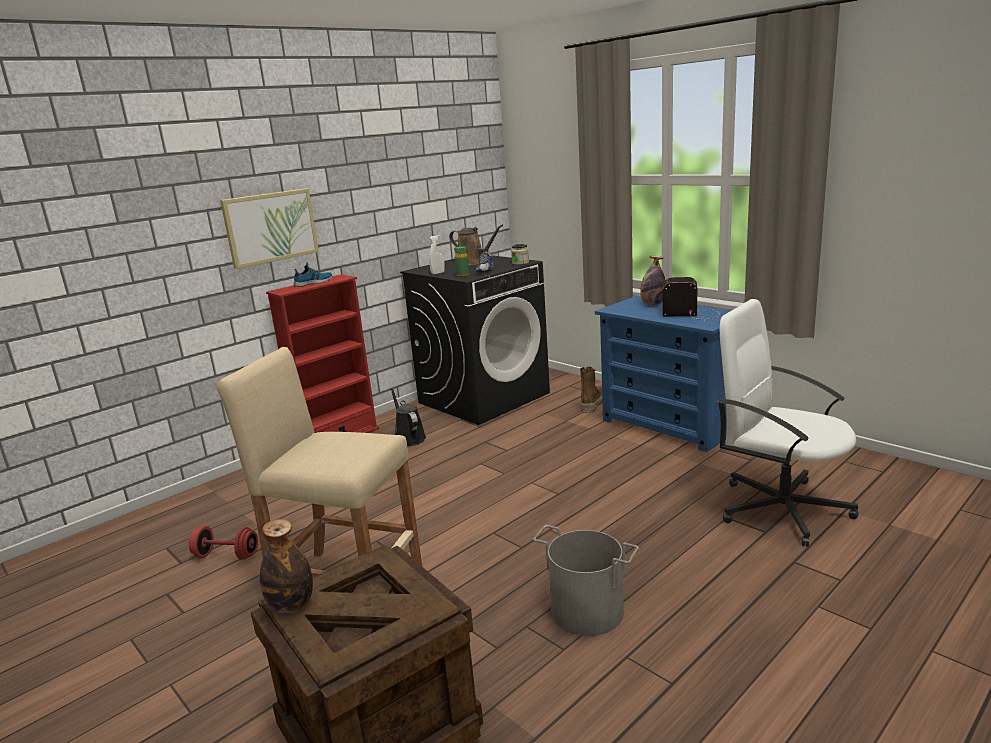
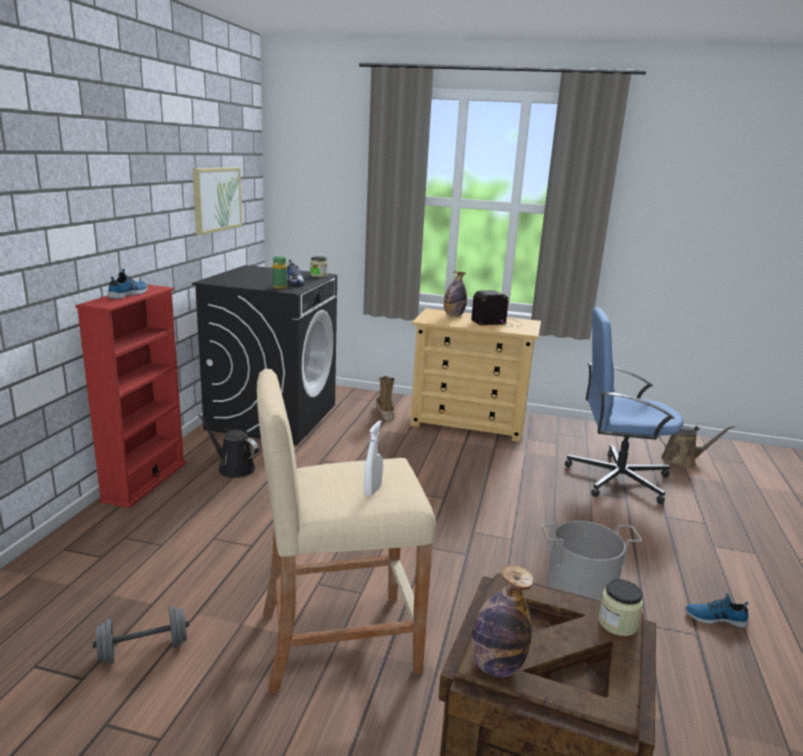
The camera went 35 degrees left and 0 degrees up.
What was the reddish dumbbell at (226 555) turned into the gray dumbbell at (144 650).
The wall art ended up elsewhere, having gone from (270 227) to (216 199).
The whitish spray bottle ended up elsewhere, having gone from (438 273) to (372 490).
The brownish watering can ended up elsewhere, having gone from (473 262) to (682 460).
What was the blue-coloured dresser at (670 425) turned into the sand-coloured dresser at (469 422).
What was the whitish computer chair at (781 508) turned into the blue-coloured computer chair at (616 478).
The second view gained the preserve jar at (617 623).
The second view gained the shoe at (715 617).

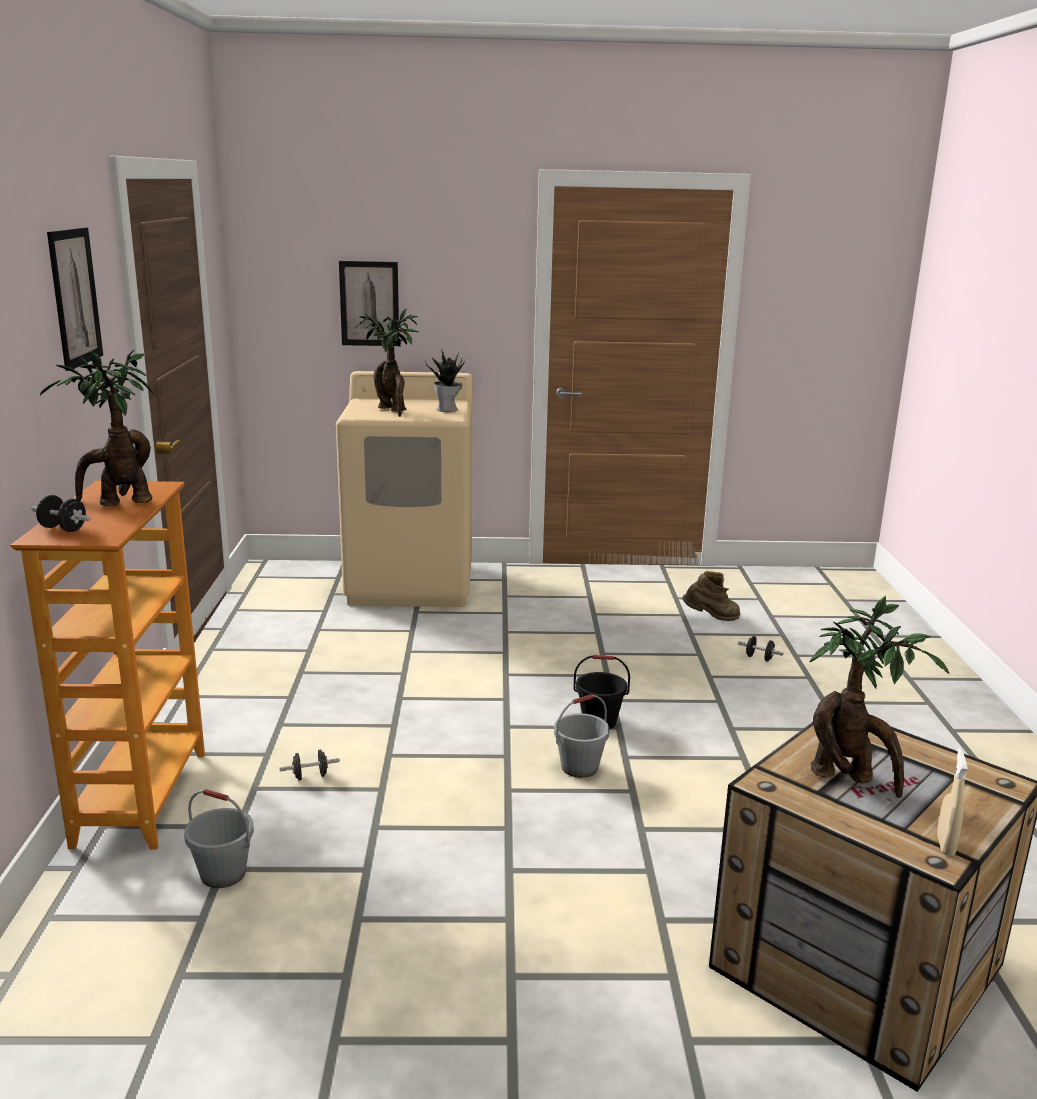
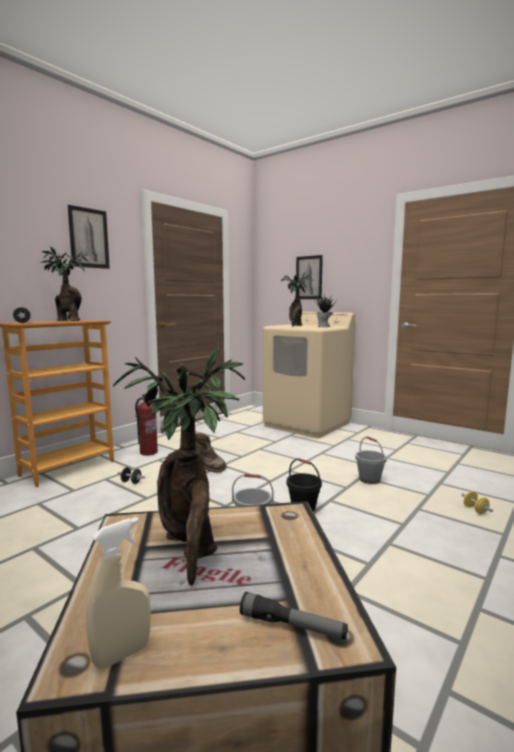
The camera went 40 degrees right and 10 degrees down.
The gray bucket ended up elsewhere, having gone from (223 873) to (370 479).
The brownish tall boot ended up elsewhere, having gone from (711 619) to (206 468).
What was the blackish dumbbell at (759 658) turned into the yellowish dumbbell at (475 510).
The second view gained the fire-fighting cylinder at (148 452).
The second view gained the flashlight at (292 626).

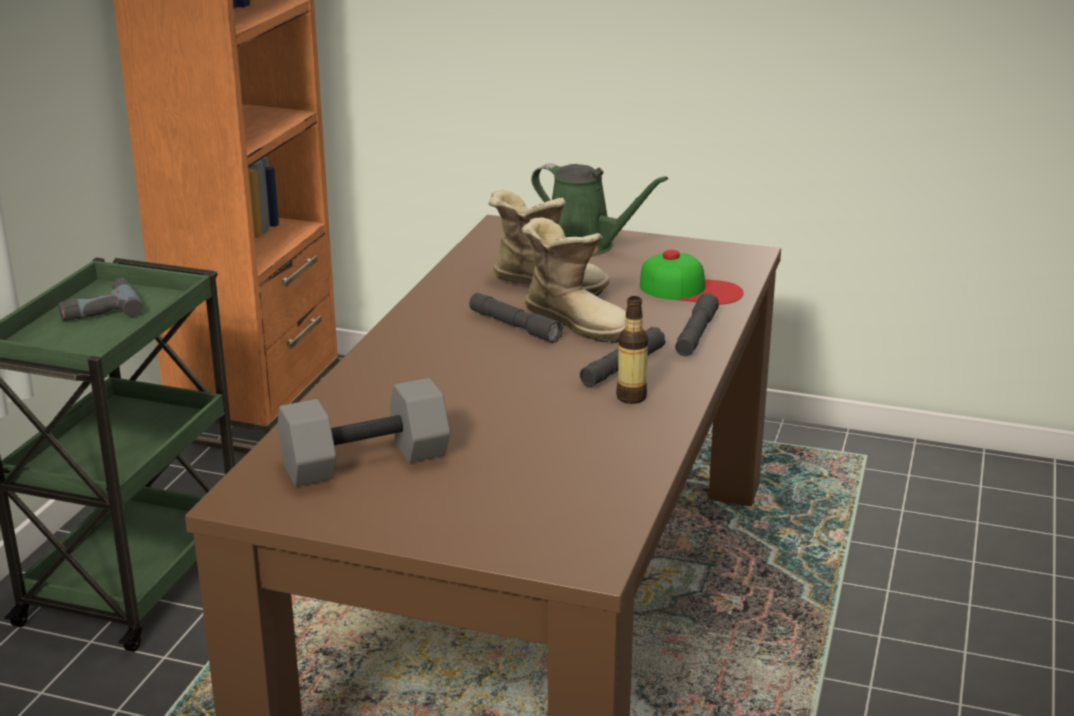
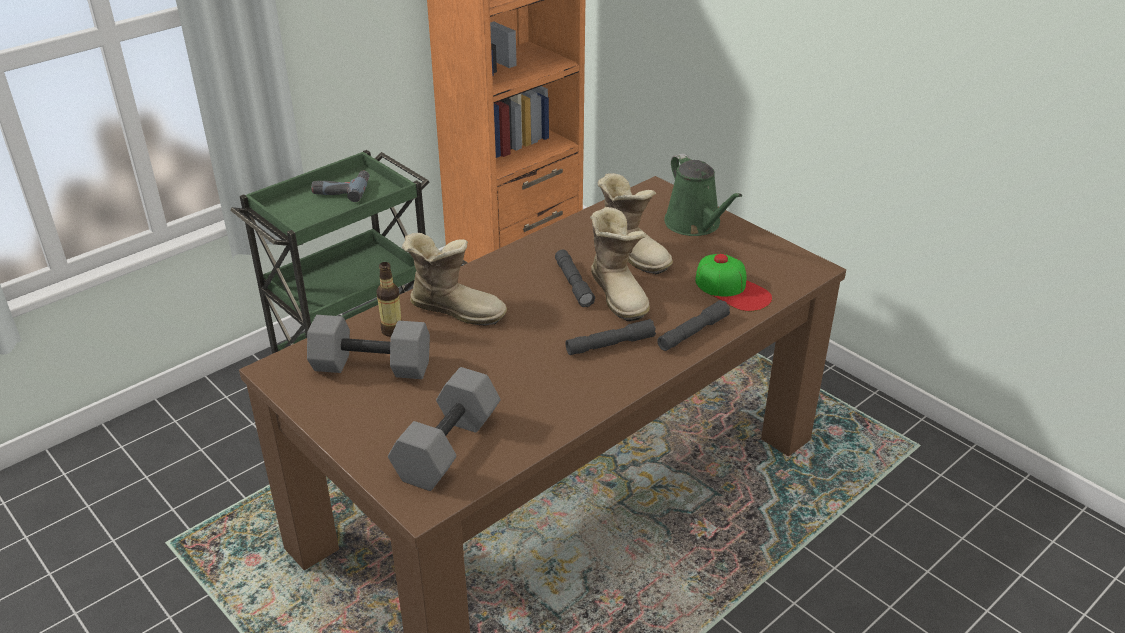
The camera went 30 degrees right and 10 degrees up.
The beverage bottle ended up elsewhere, having gone from (631 397) to (392 330).
The second view gained the gray dumbbell at (448 448).
The second view gained the tall boot at (456 308).

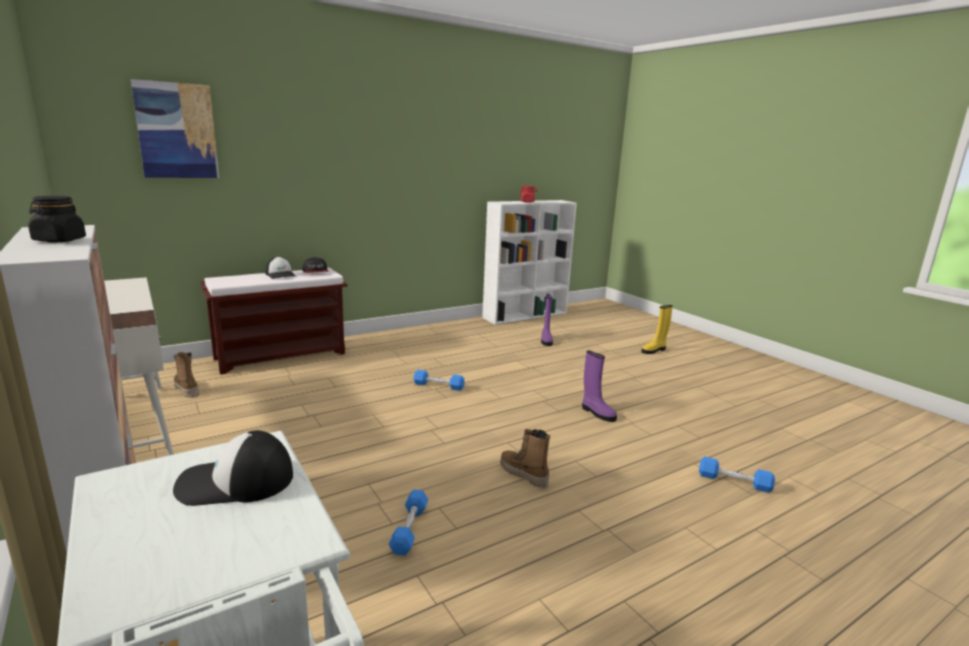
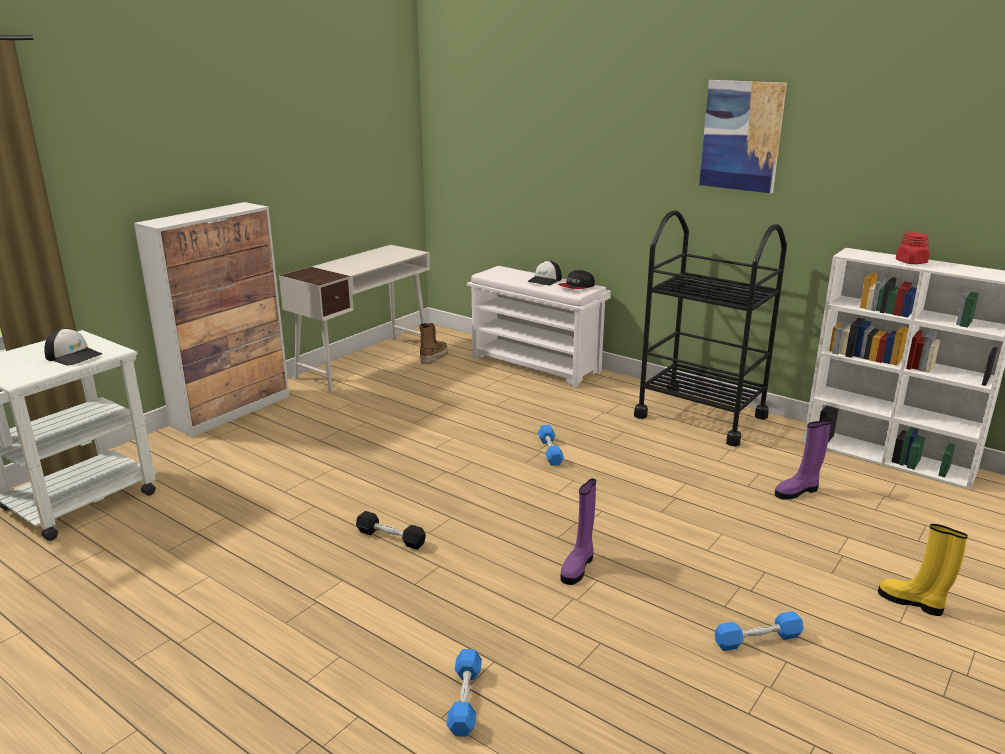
The camera went 70 degrees right and 5 degrees up.
The second view lost the blackish preserve jar at (59 240).
The wall art ended up elsewhere, having gone from (177 131) to (741 136).
The peaked cap at (235 482) ended up facing another way, 150 degrees clockwise from before.
What was the brownish indoor bench at (282 356) turned into the whitish indoor bench at (536 364).
The blue-coloured dumbbell ended up elsewhere, having gone from (409 529) to (757 640).
Where the tall boot stood at (523 474), the blackish dumbbell came to stand at (391 538).
The second view gained the blackish wheeled cart at (700 416).

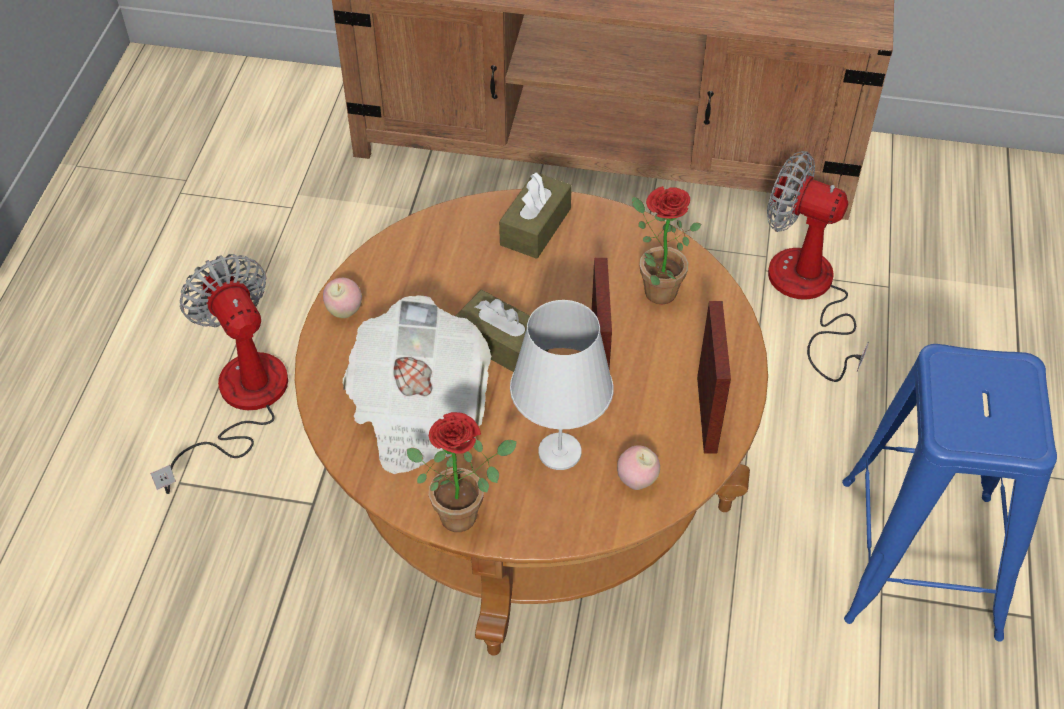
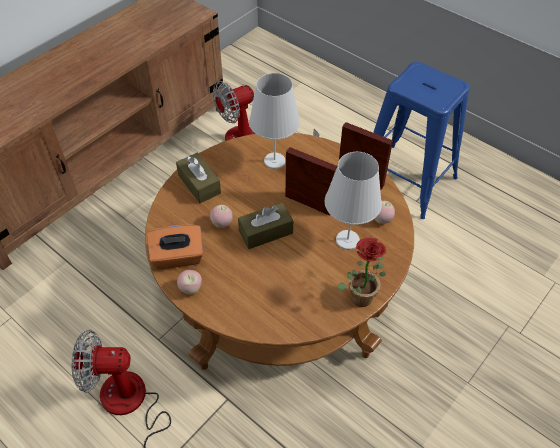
The camera went 60 degrees left and 0 degrees up.
The second view lost the newspaper at (419 411).
Where the houseplant stood at (654 289), the whitish lamp for a table came to stand at (274 161).
The second view gained the orange-coloured box of tissues at (178 257).
The second view gained the apple fruit at (222 224).

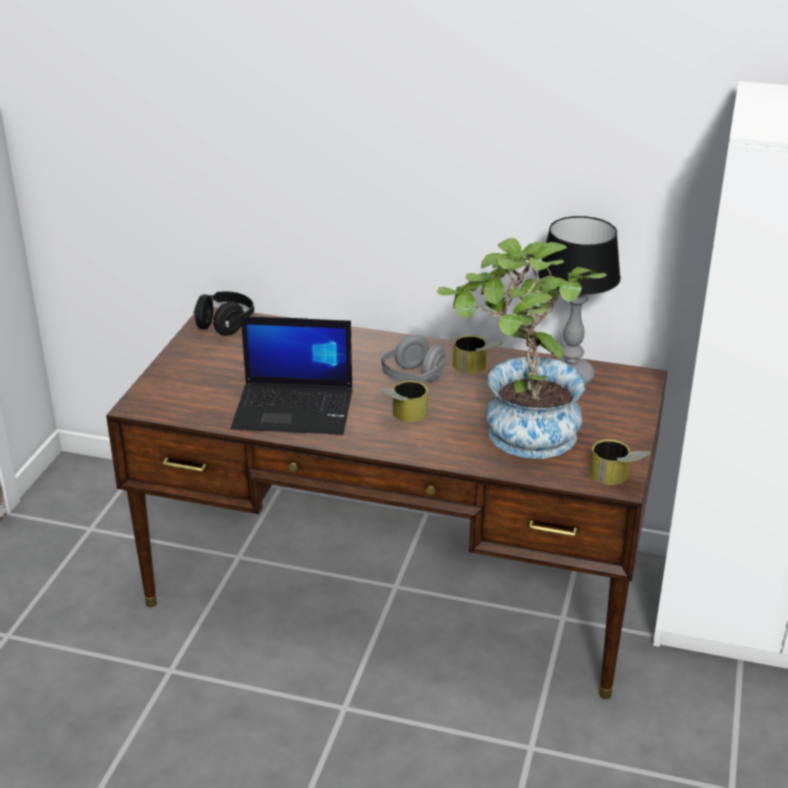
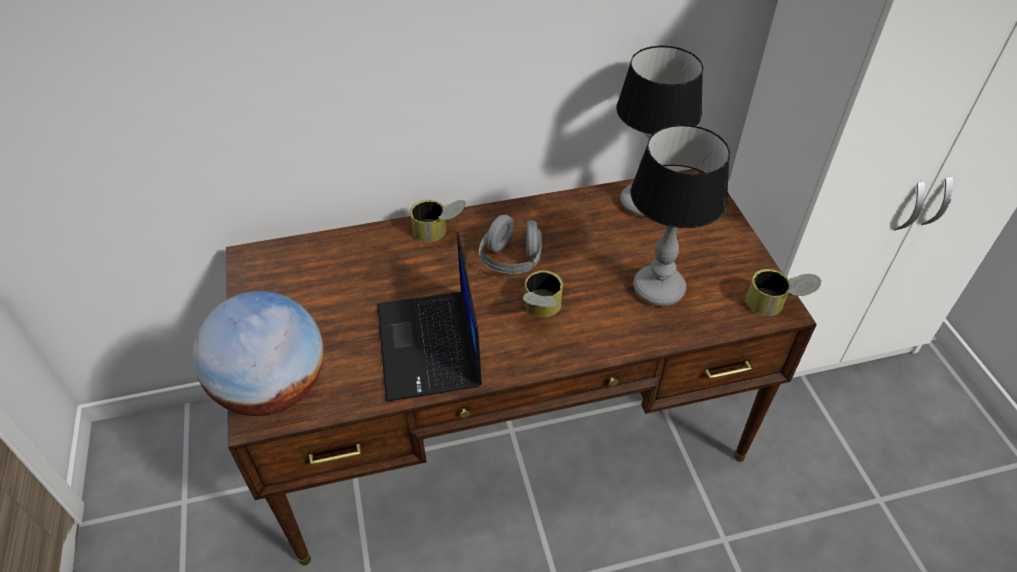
The camera went 30 degrees left and 15 degrees up.
The second view lost the blackish pair of headphones at (225 325).
The portable computer at (295 409) ended up facing another way, 105 degrees clockwise from before.
Where the houseplant stood at (518 435), the lamp for a table came to stand at (657 289).
The can ended up elsewhere, having gone from (477 369) to (439 232).
The second view gained the desk globe at (273 389).

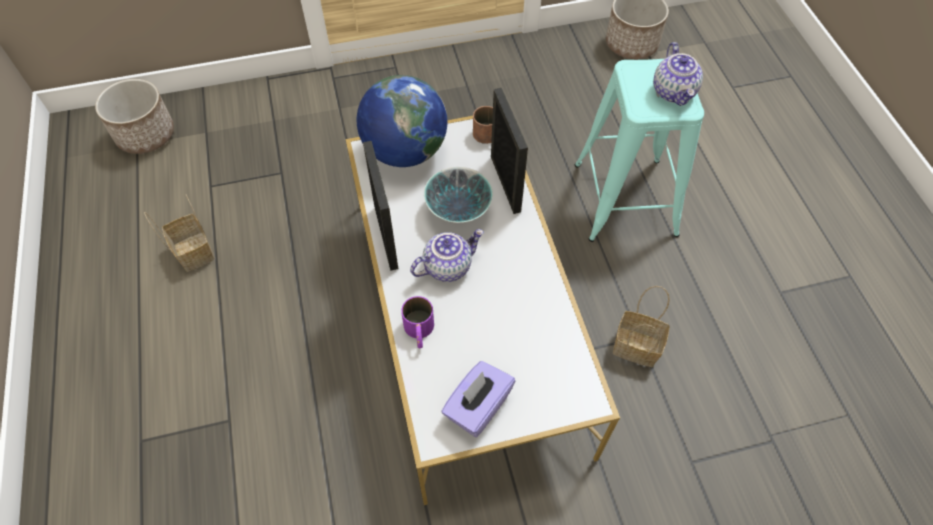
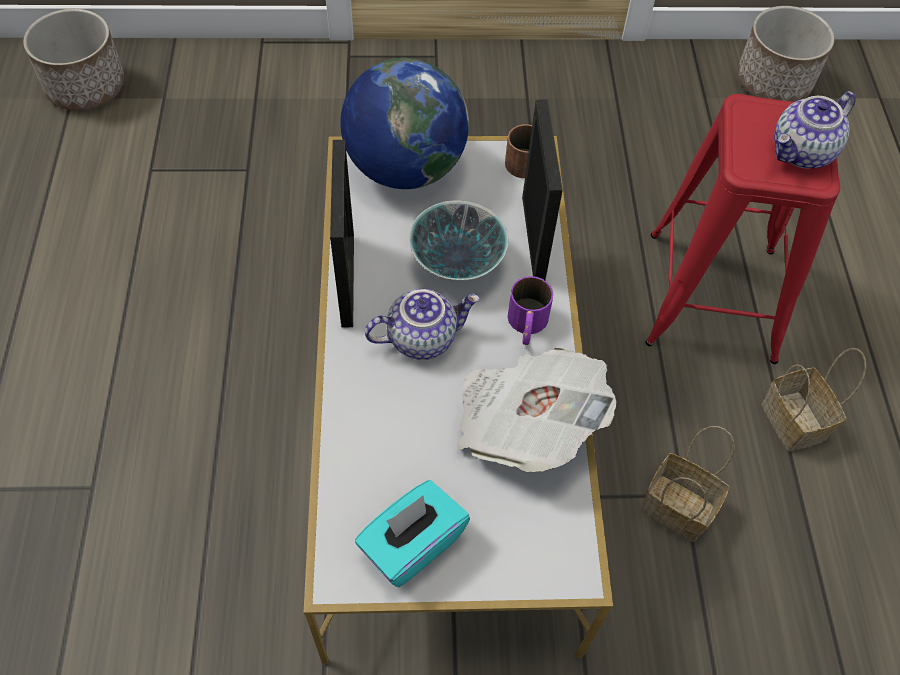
The camera went 10 degrees right and 0 degrees up.
The household basket ended up elsewhere, having gone from (193 251) to (791 419).
The purplish mug ended up elsewhere, having gone from (419 331) to (527 325).
What was the purplish box of tissues at (477 407) turned into the turquoise box of tissues at (412 544).
What was the turquoise sitting stool at (625 199) turned into the reddish sitting stool at (711 295).
The tea pot at (674 92) ended up facing another way, 45 degrees clockwise from before.
The second view gained the newspaper at (524 423).

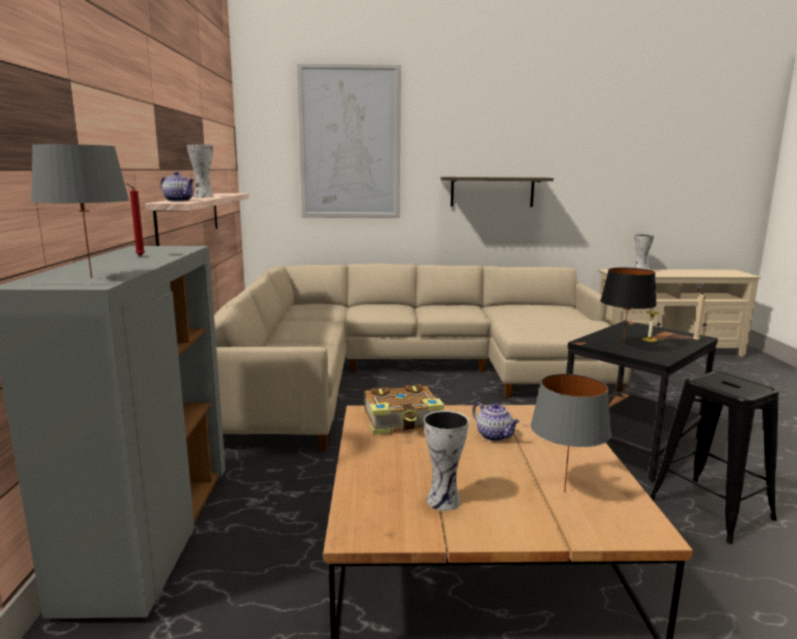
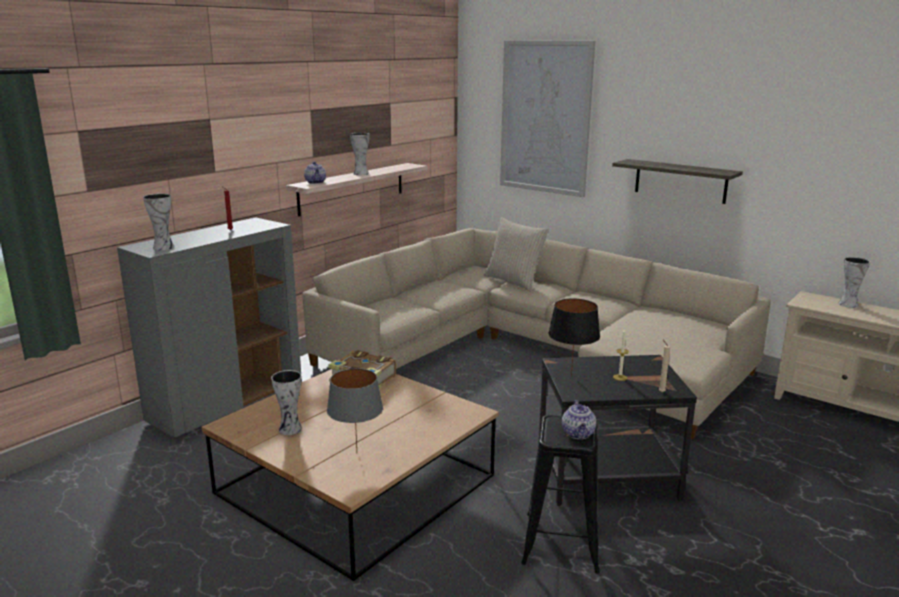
The camera went 40 degrees right and 5 degrees up.
Where the gray lamp for a table stood at (90 278), the vase came to stand at (163 247).
The tea pot ended up elsewhere, having gone from (495 436) to (578 434).
The second view gained the sand-coloured pillow at (514 281).

